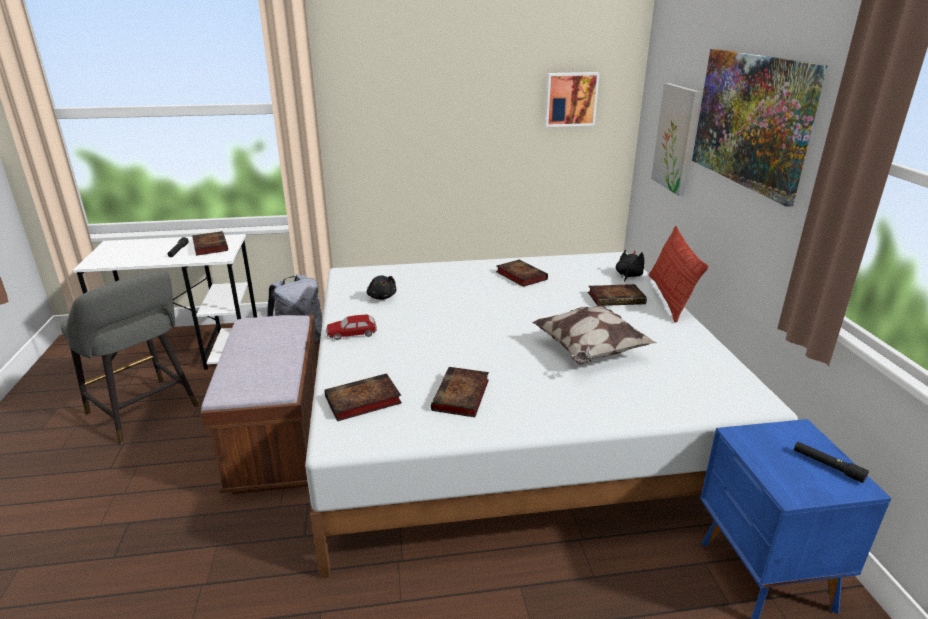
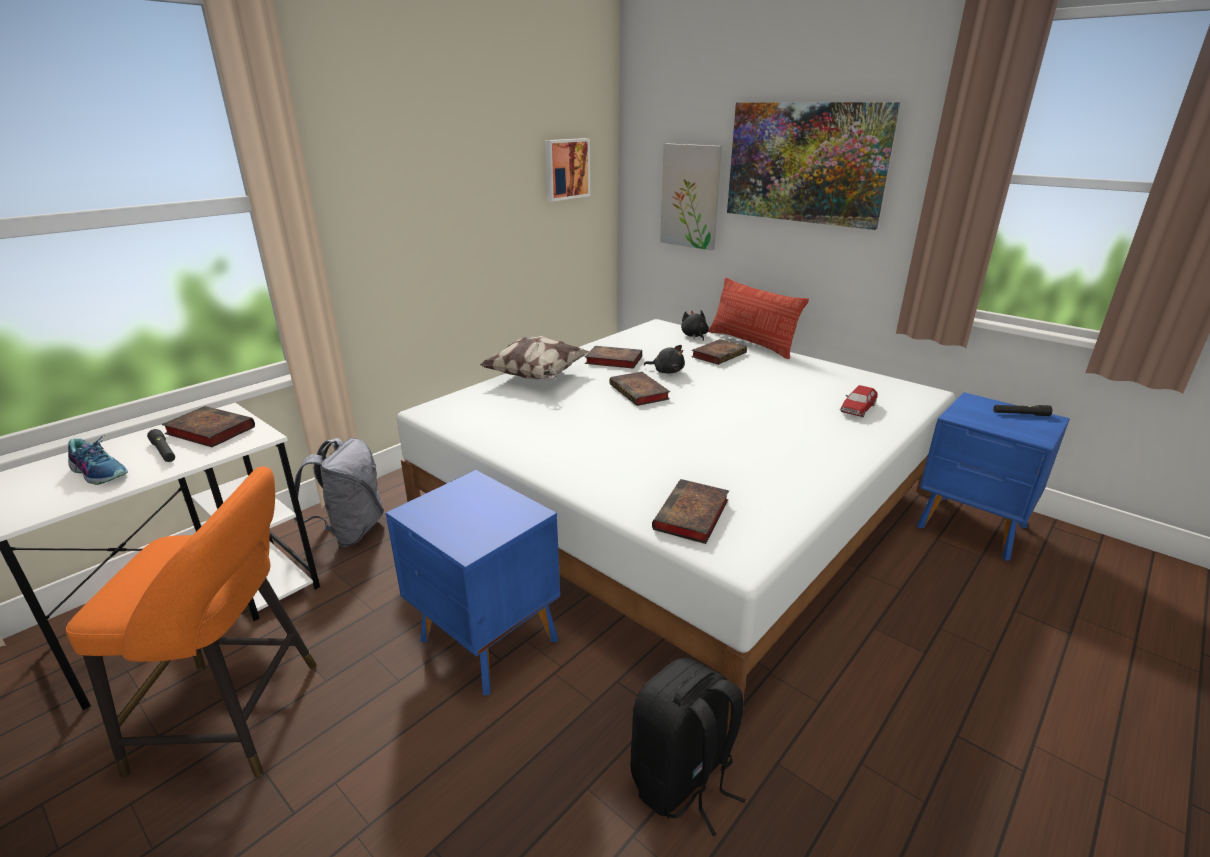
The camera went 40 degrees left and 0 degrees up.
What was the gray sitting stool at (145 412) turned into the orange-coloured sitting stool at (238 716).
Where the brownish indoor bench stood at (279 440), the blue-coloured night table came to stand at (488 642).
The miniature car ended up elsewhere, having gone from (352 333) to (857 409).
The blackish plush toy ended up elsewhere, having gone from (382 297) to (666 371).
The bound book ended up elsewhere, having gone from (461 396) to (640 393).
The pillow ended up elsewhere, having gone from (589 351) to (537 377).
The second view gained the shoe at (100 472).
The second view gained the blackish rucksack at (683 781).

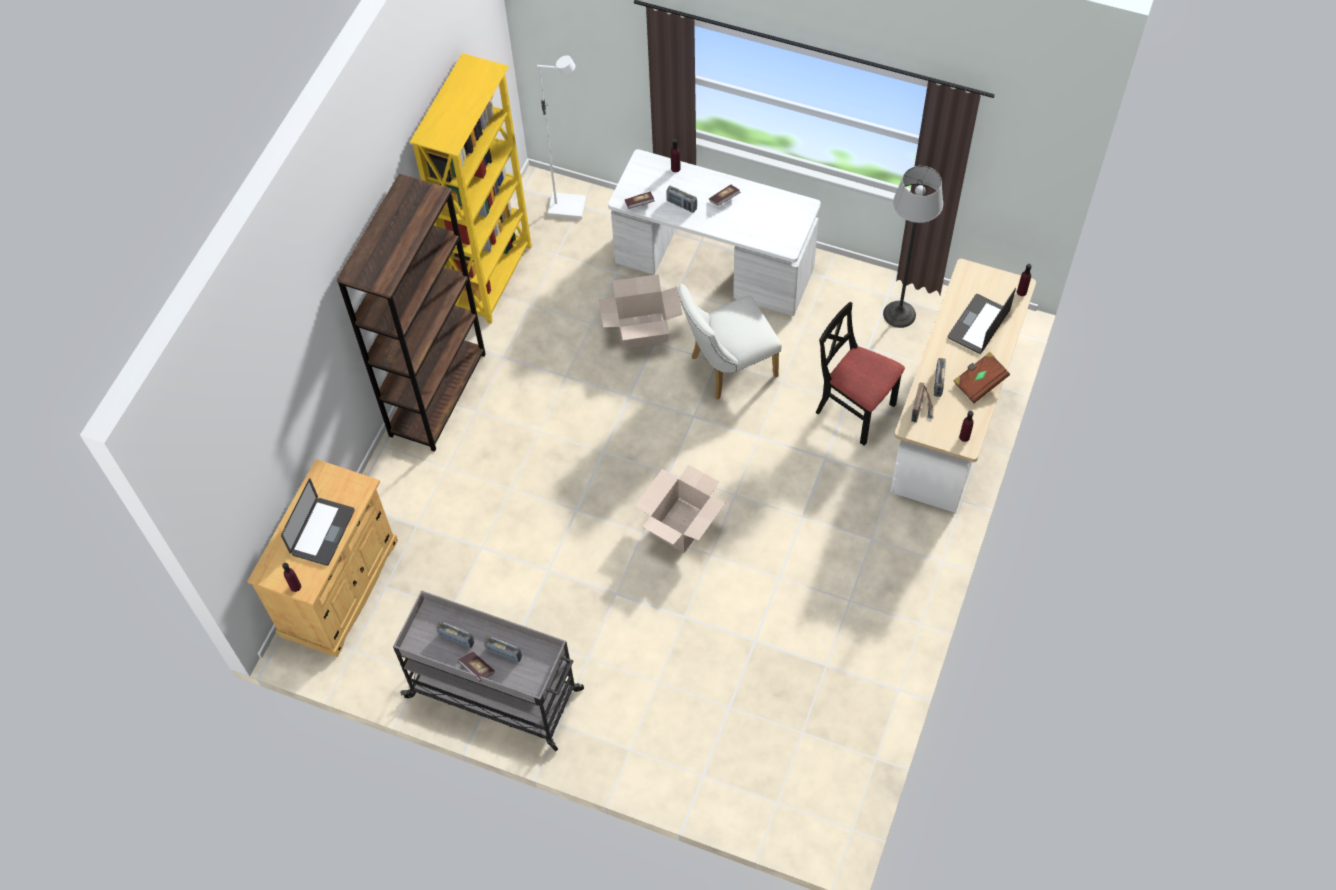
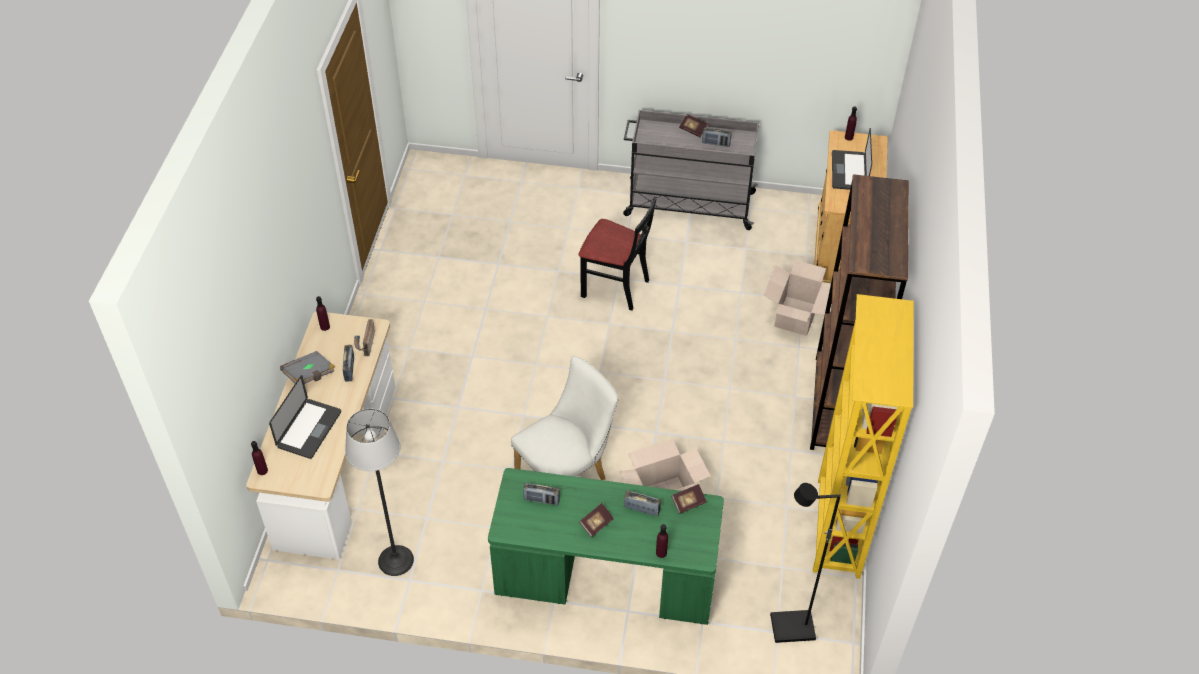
The camera went 165 degrees right and 10 degrees down.
The radio ended up elsewhere, having gone from (504 653) to (541 500).
What was the whitish standing lamp at (568 206) turned into the blackish standing lamp at (792 629).
What was the whitish desk table at (714 267) turned into the greenish desk table at (605 581).
The carton ended up elsewhere, having gone from (681 525) to (795 316).
The blackish chair ended up elsewhere, having gone from (855 410) to (615 287).
What was the brownish bound book at (979 382) turned into the gray bound book at (310 375).

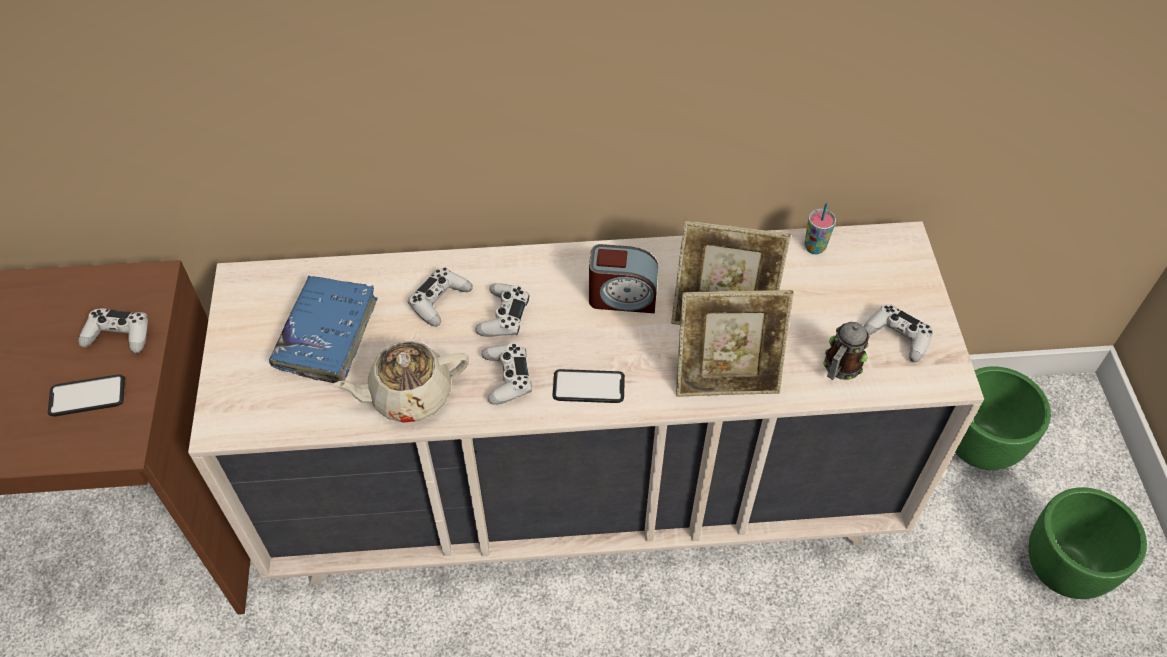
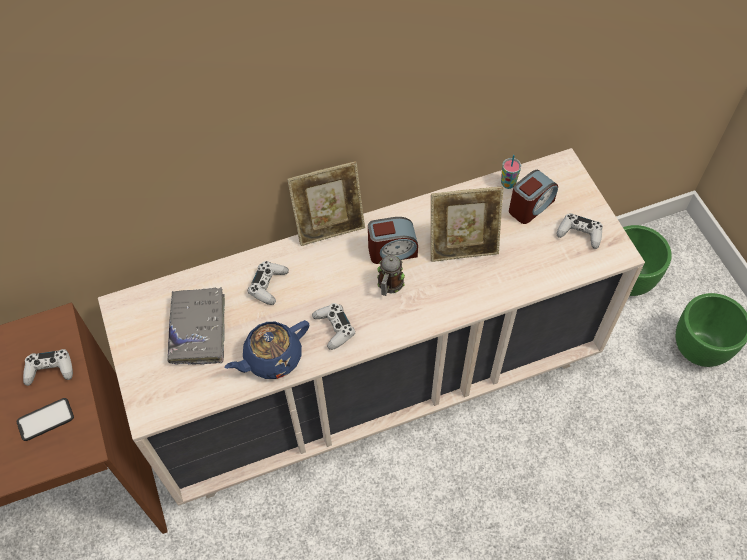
The camera went 15 degrees left and 5 degrees up.
What was the blue-coloured bound book at (327 335) turned into the gray bound book at (198 330).
What was the sand-coloured tea pot at (409 395) turned into the blue-coloured tea pot at (272 358).
The second view lost the whitish joypad at (503 316).
The second view lost the phone at (588 387).
The standing frame ended up elsewhere, having gone from (726 378) to (329 226).
The mug ended up elsewhere, having gone from (840 368) to (389 285).
The second view gained the bedside clock at (530 206).

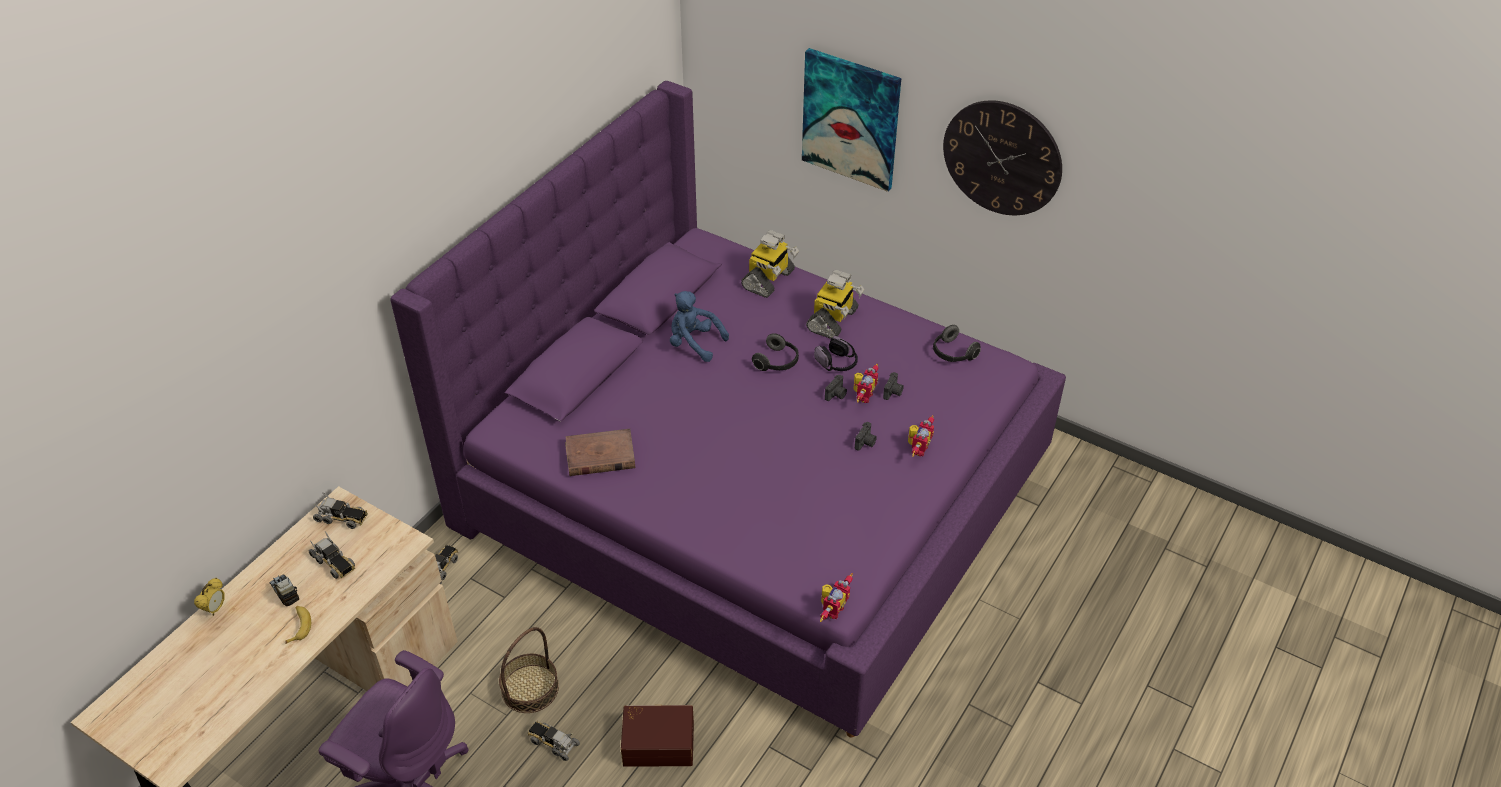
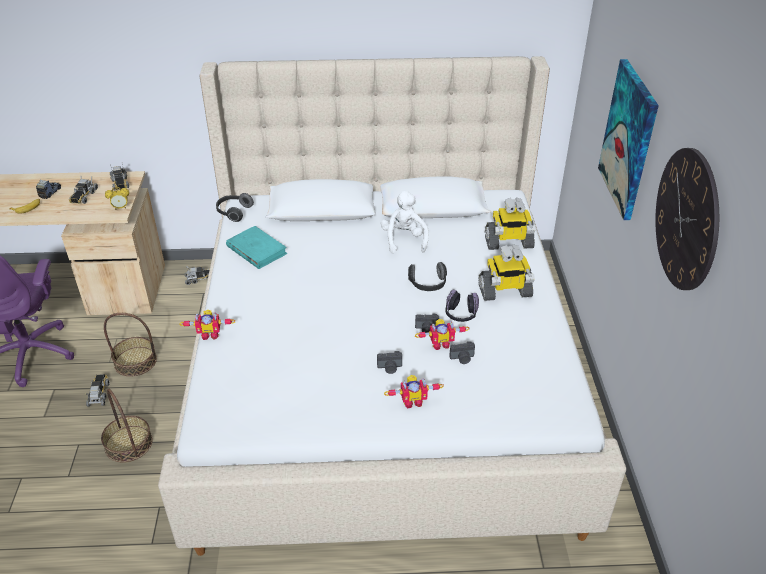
The camera went 55 degrees right and 5 degrees down.
The bedside clock ended up elsewhere, having gone from (215 609) to (120 208).
What was the purplish bed at (751 492) turned into the sand-coloured bed at (384 378).
What was the brownish bound book at (600 456) turned into the turquoise bound book at (256 250).
Where the brownish storage bin stood at (658 742), the household basket came to stand at (128 444).
What was the blue-coloured plush toy at (694 343) turned into the whitish plush toy at (404 240).
The robot figure ended up elsewhere, having gone from (832 609) to (210 334).
The pair of headphones ended up elsewhere, having gone from (952 354) to (233 212).

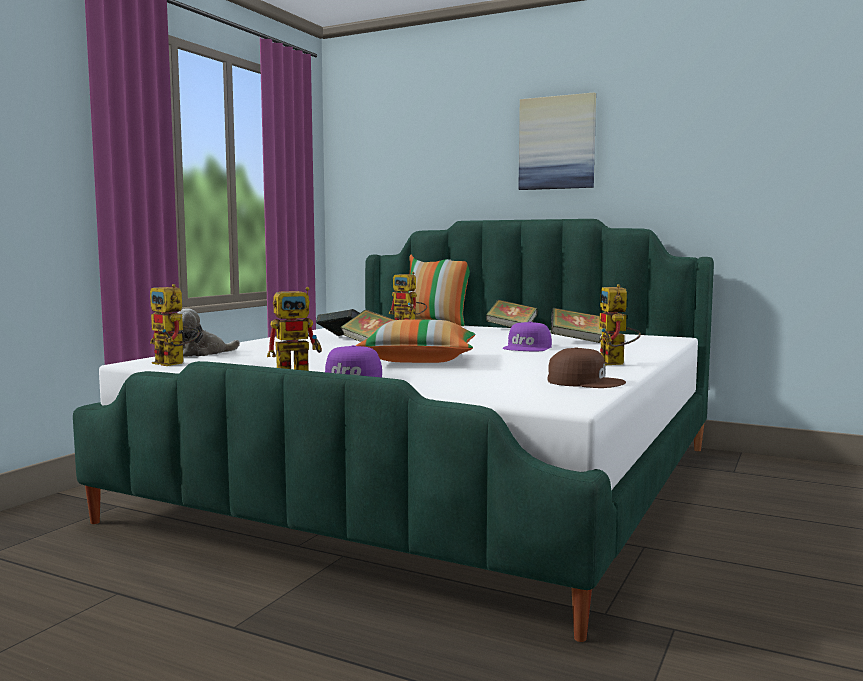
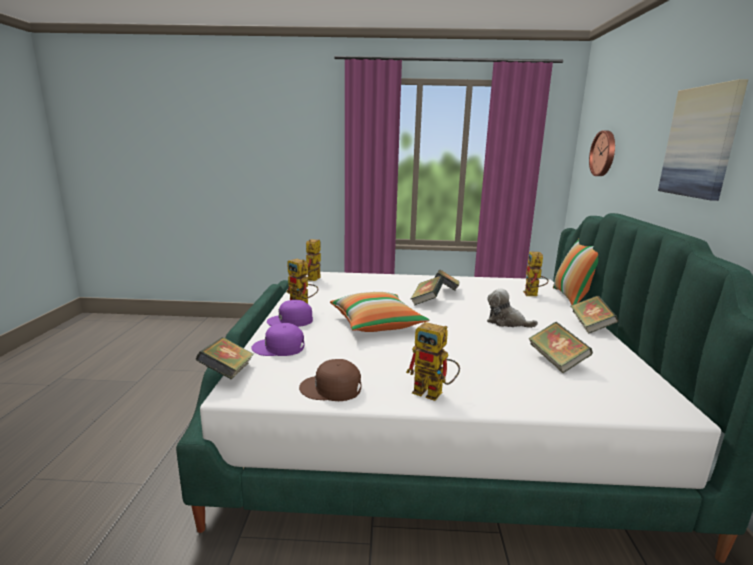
The camera went 65 degrees right and 10 degrees up.
The plush toy ended up elsewhere, having gone from (201 353) to (506 322).
The purplish peaked cap ended up elsewhere, having gone from (528 348) to (279 347).
The brownish peaked cap at (584 382) ended up facing another way, 105 degrees clockwise from before.
The robot figure at (615 364) ended up facing another way, 120 degrees counterclockwise from before.
The second view gained the bound book at (227 373).
The second view gained the wall clock at (604 153).

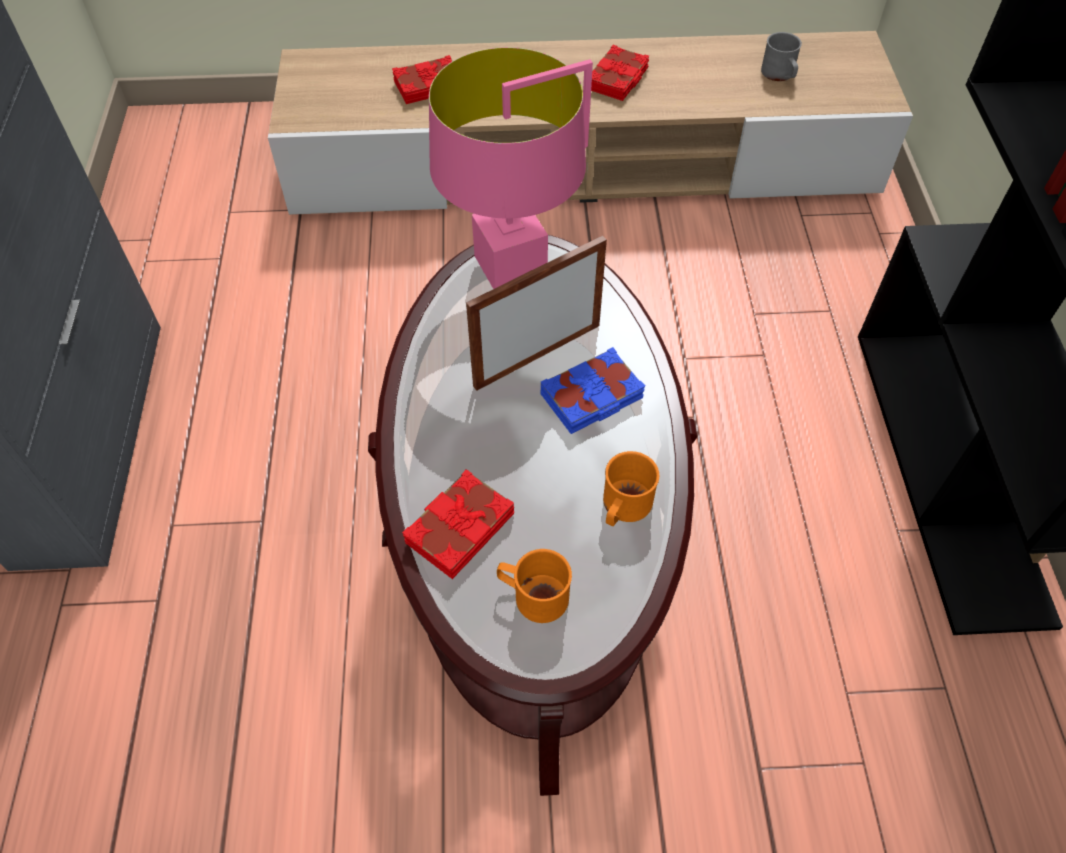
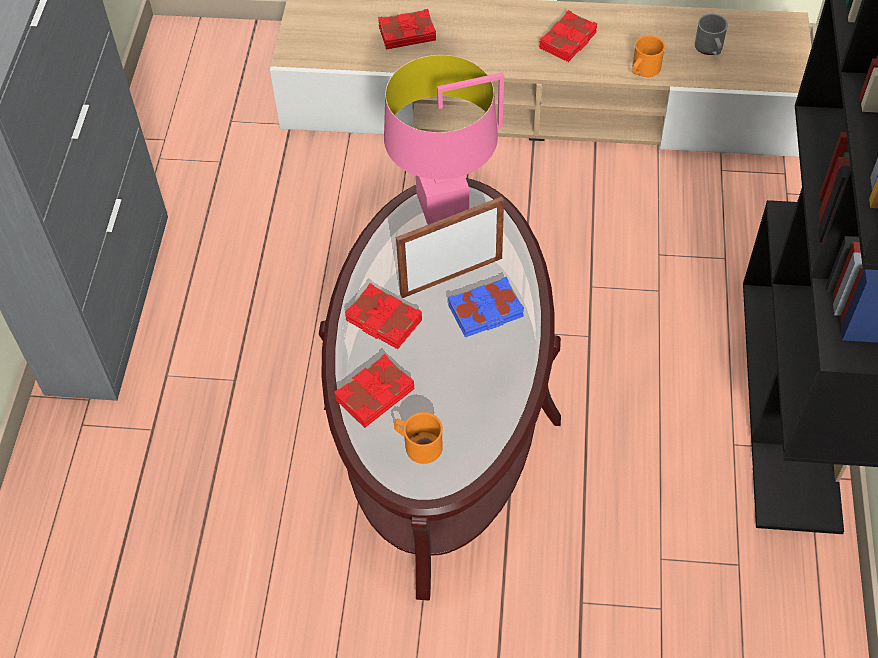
The camera went 10 degrees right and 0 degrees up.
The orange-coloured mug ended up elsewhere, having gone from (623 507) to (643 70).
The second view gained the reddish bound book at (383 321).

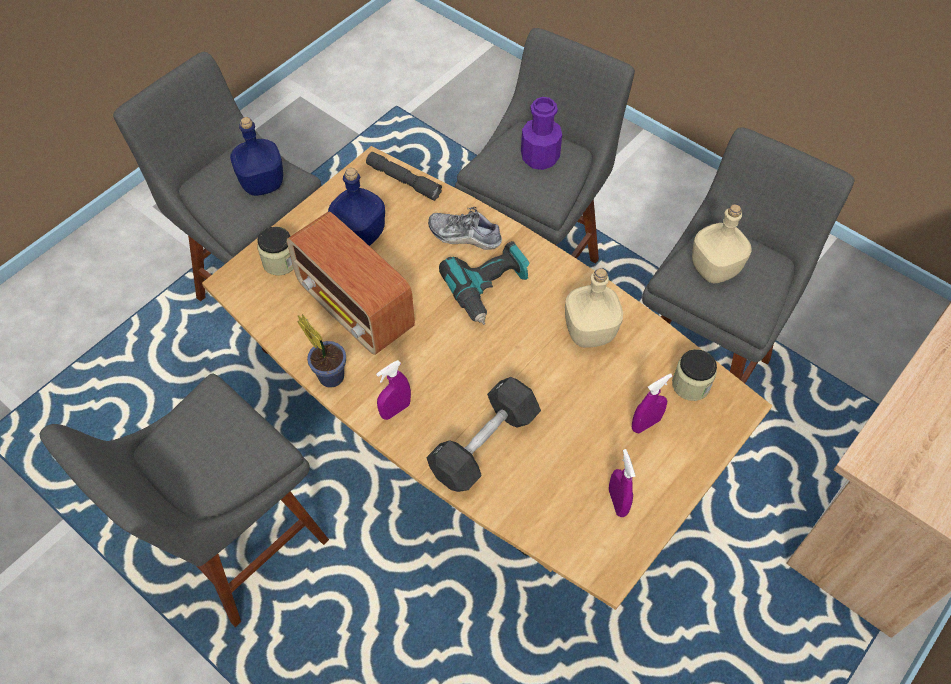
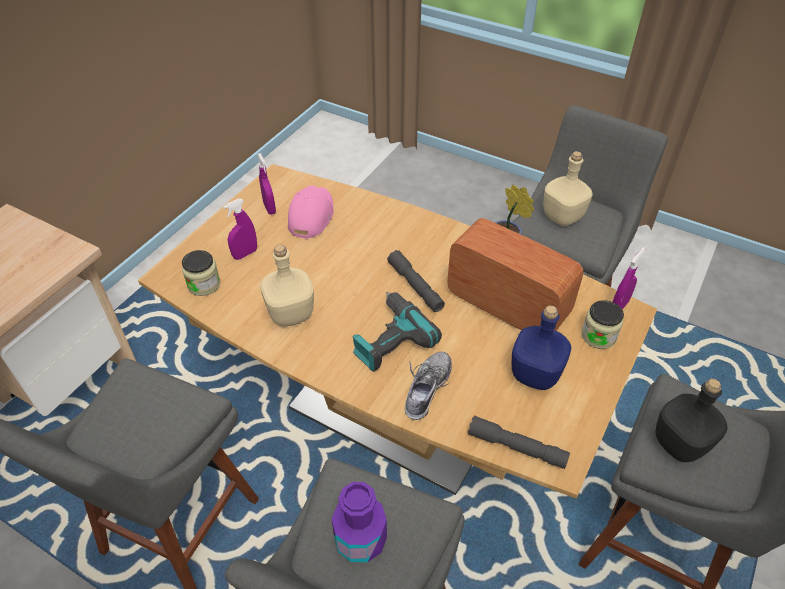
The camera went 170 degrees right and 10 degrees down.
What was the blue-coloured beverage bottle at (261 184) turned into the blackish beverage bottle at (680 443).
The purplish spray bottle ended up elsewhere, having gone from (395 410) to (619 306).
The second view lost the blackish dumbbell at (484 444).
The shoe at (464 236) ended up facing another way, 75 degrees counterclockwise from before.
The sand-coloured beverage bottle ended up elsewhere, having gone from (715 269) to (561 216).
The second view gained the pinkish peaked cap at (311 216).
The second view gained the gray flashlight at (415 286).

